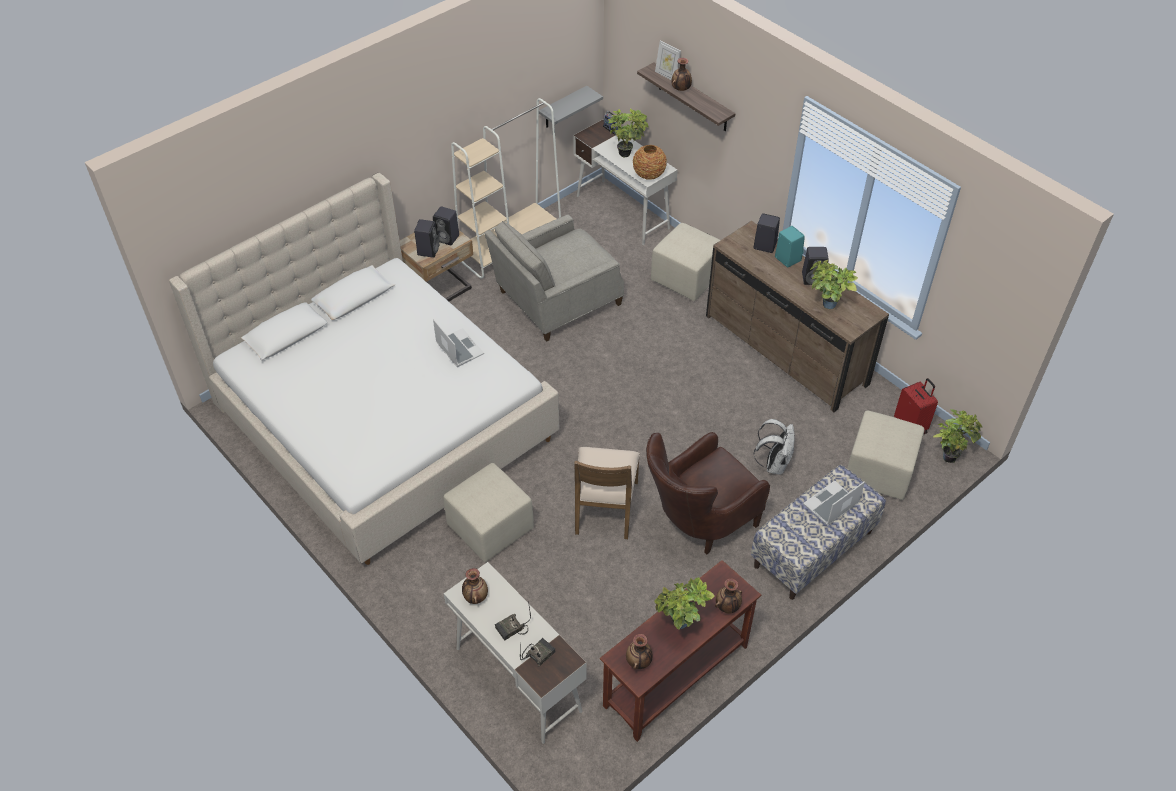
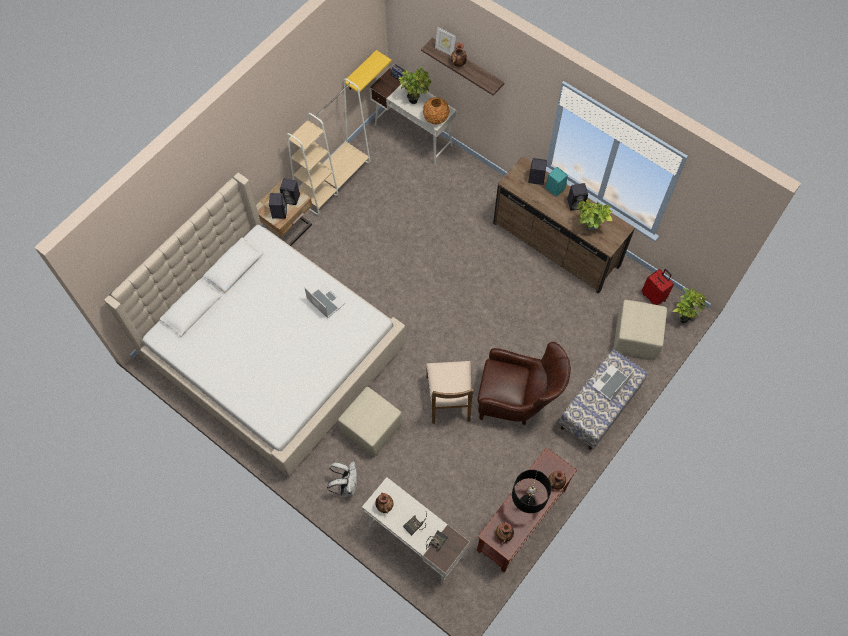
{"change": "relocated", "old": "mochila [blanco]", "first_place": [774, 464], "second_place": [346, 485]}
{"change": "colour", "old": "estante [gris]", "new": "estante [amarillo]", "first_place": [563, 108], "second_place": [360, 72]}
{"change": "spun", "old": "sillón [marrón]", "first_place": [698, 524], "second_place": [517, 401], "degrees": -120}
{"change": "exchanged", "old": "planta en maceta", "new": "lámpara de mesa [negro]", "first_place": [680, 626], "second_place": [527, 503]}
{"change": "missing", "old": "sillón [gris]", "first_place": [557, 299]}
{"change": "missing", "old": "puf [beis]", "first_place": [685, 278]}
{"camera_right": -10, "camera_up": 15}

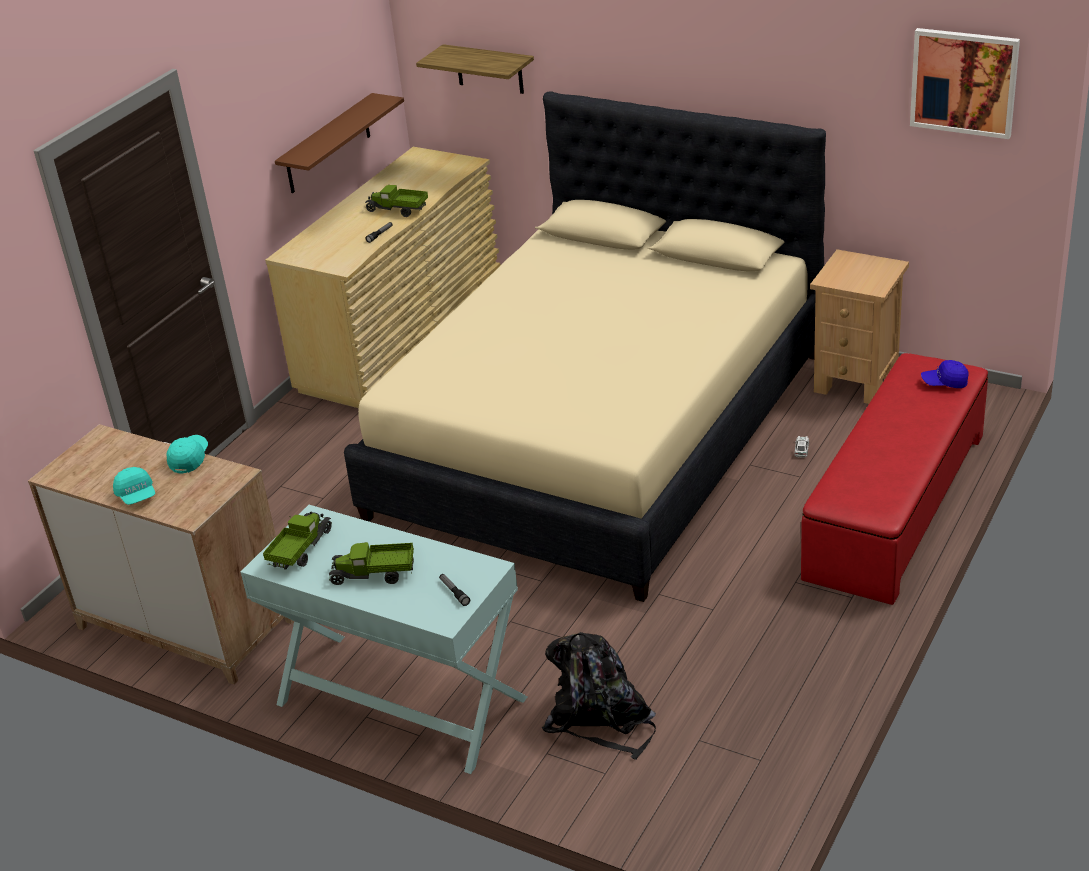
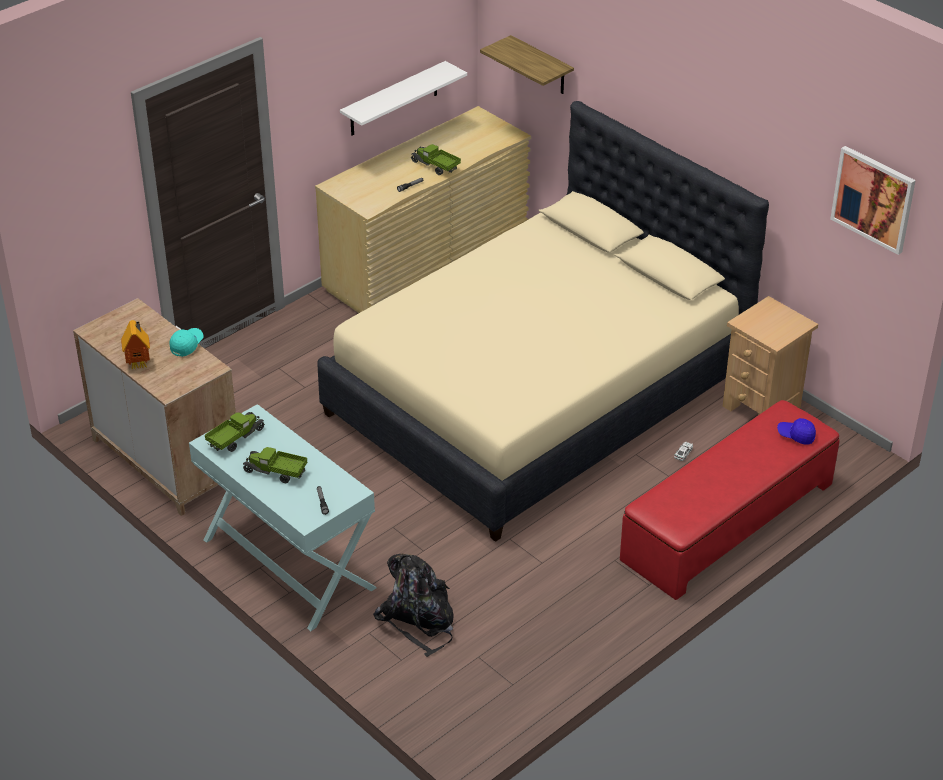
{"change": "exchanged", "old": "gorra [turquesa]", "new": "casita", "first_place": [137, 495], "second_place": [140, 364]}
{"change": "colour", "old": "estante [marrón]", "new": "estante [blanco]", "first_place": [328, 144], "second_place": [394, 99]}
{"camera_right": 15, "camera_up": 5}

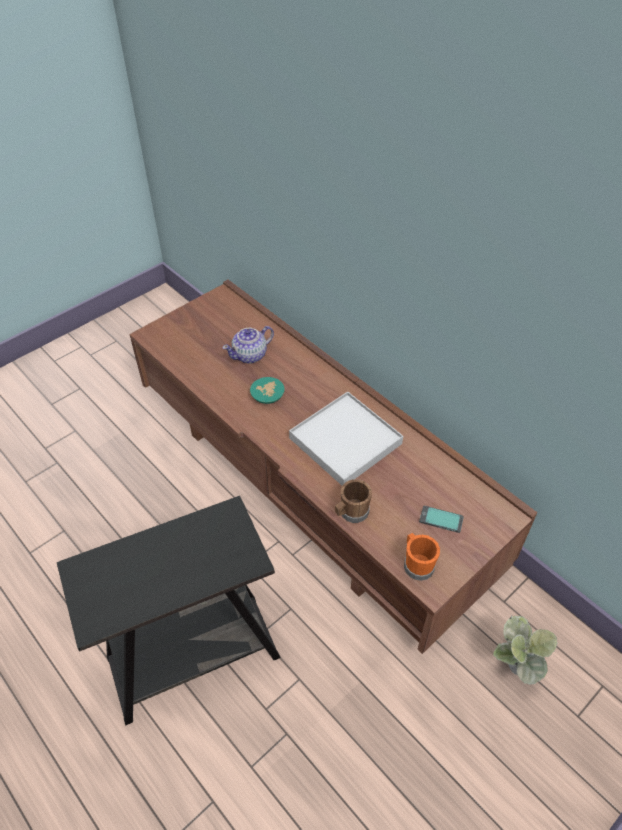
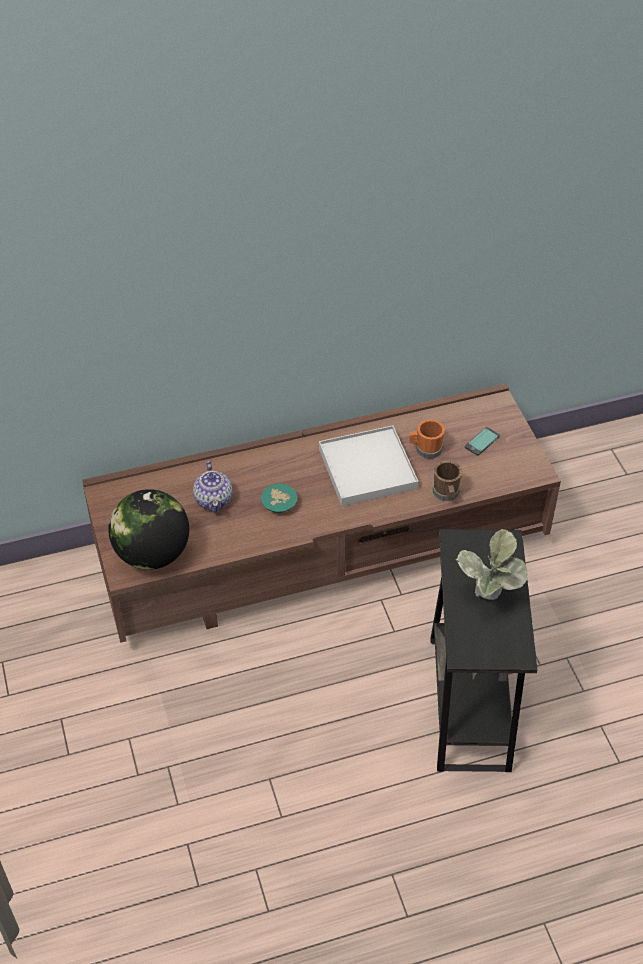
{"change": "appeared", "new": "globo terráqueo", "second_place": [152, 554]}
{"change": "relocated", "old": "taza grande [naranja]", "first_place": [417, 563], "second_place": [425, 449]}
{"change": "relocated", "old": "planta en maceta", "first_place": [513, 669], "second_place": [487, 599]}
{"camera_right": -65, "camera_up": 0}

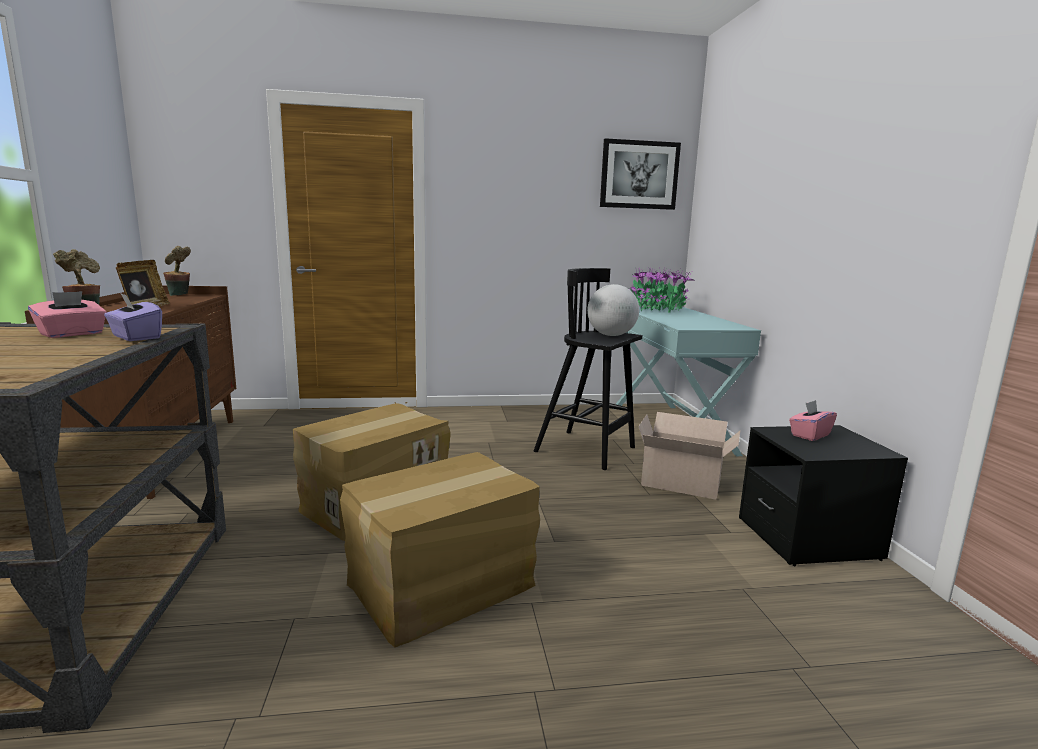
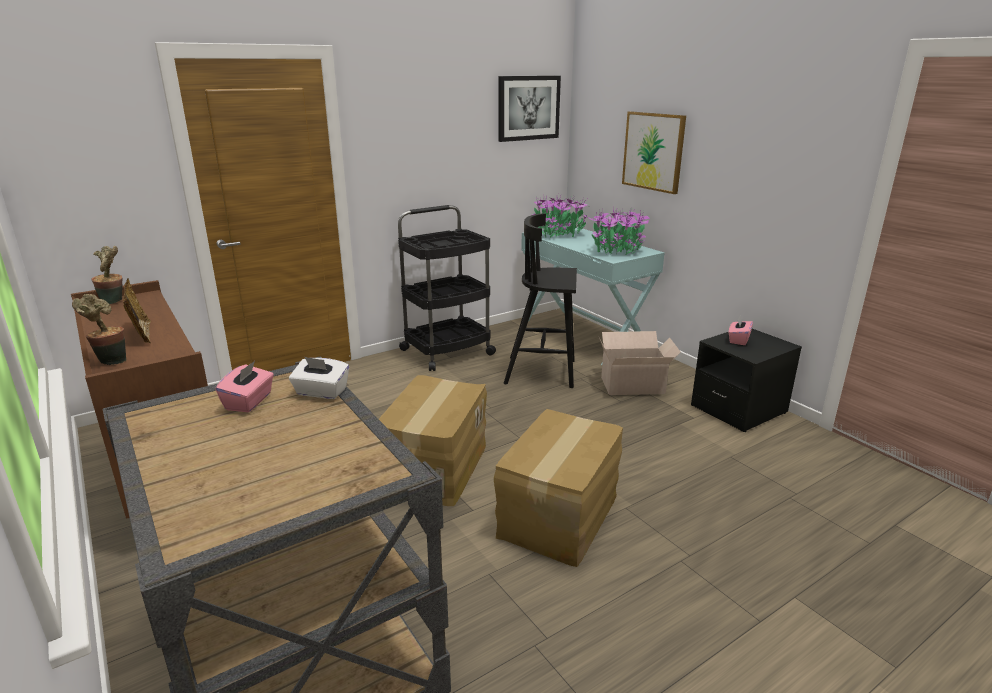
{"change": "colour", "old": "caja de pañuelos [morado]", "new": "caja de pañuelos [blanco]", "first_place": [135, 337], "second_place": [321, 392]}
{"change": "appeared", "new": "carrito [negro]", "second_place": [447, 352]}
{"change": "appeared", "new": "planta en maceta", "second_place": [617, 250]}
{"change": "appeared", "new": "cuadro", "second_place": [653, 151]}
{"change": "missing", "old": "globo terráqueo", "first_place": [611, 335]}
{"camera_right": -25, "camera_up": 10}

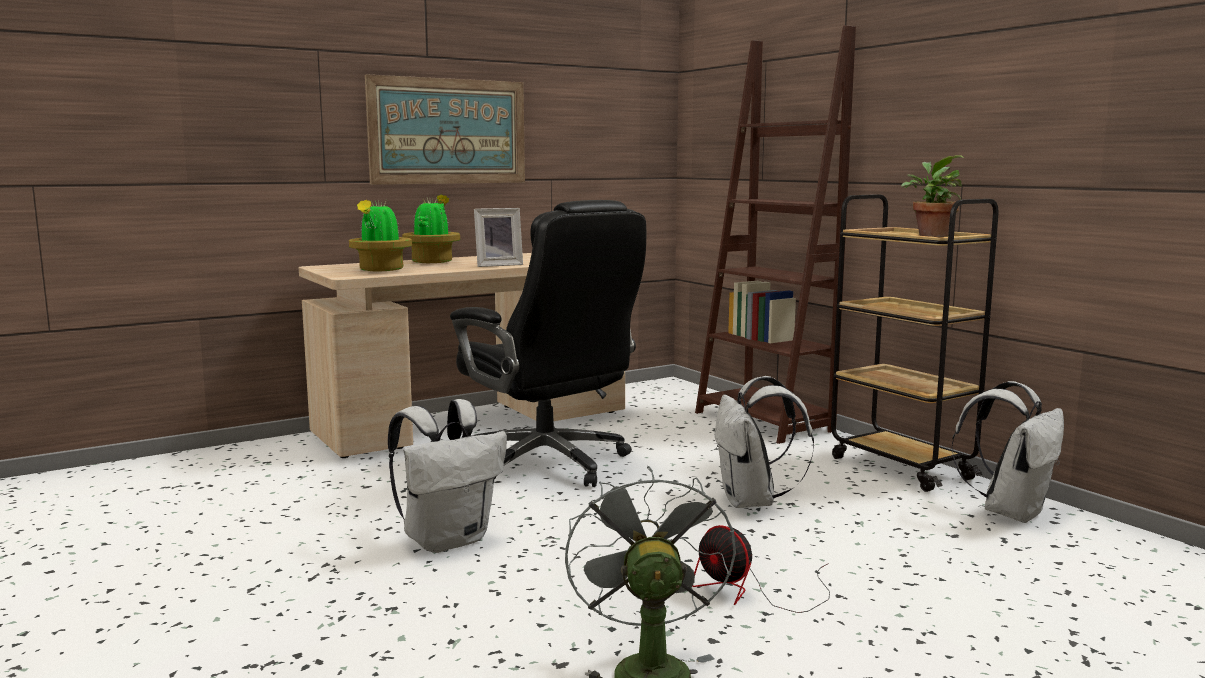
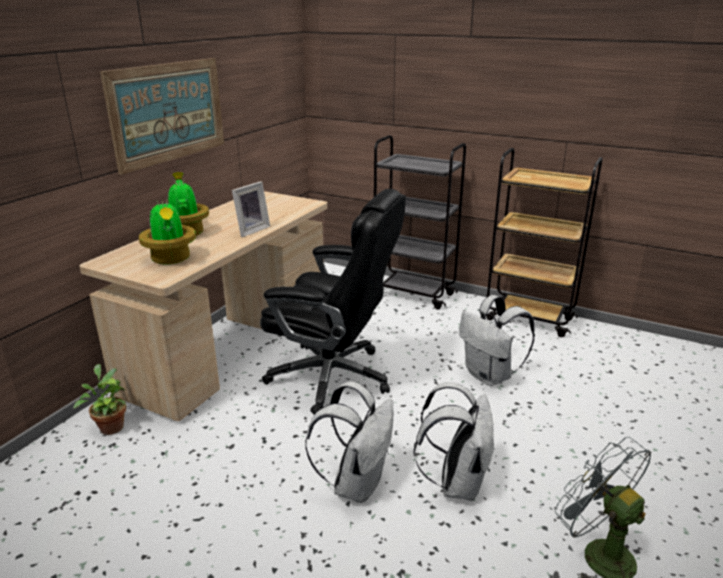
{"change": "relocated", "old": "planta en maceta", "first_place": [930, 235], "second_place": [110, 426]}
{"change": "exchanged", "old": "estantería [marrón]", "new": "carrito [gris]", "first_place": [763, 421], "second_place": [415, 294]}
{"change": "relocated", "old": "mochila [blanco]", "first_place": [1010, 512], "second_place": [456, 483]}
{"change": "missing", "old": "ventilador", "first_place": [754, 592]}
{"camera_right": -30, "camera_up": 15}

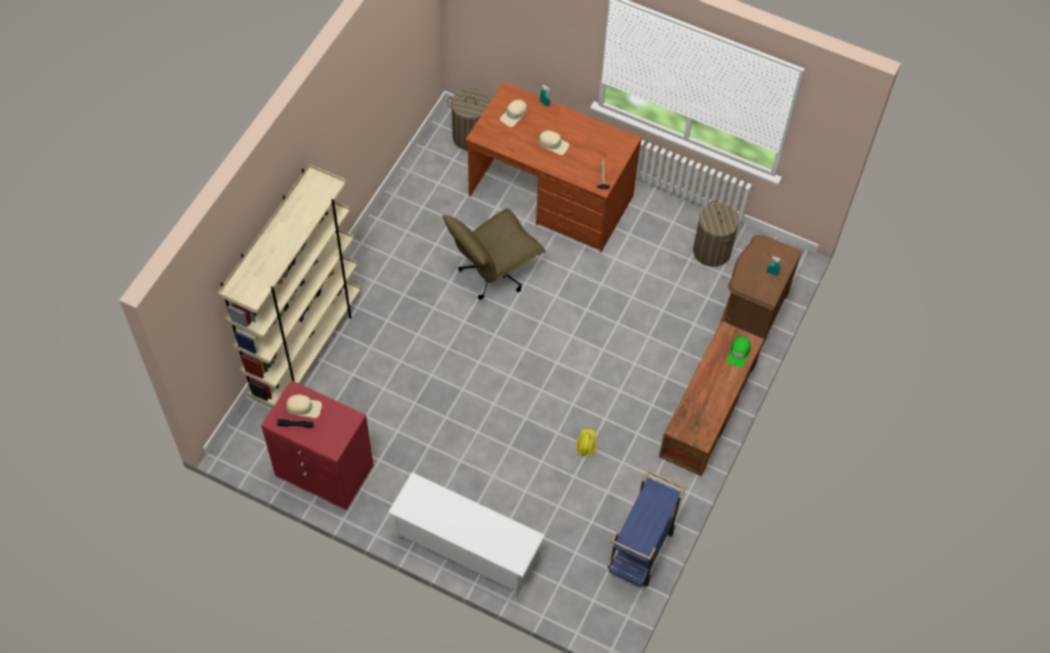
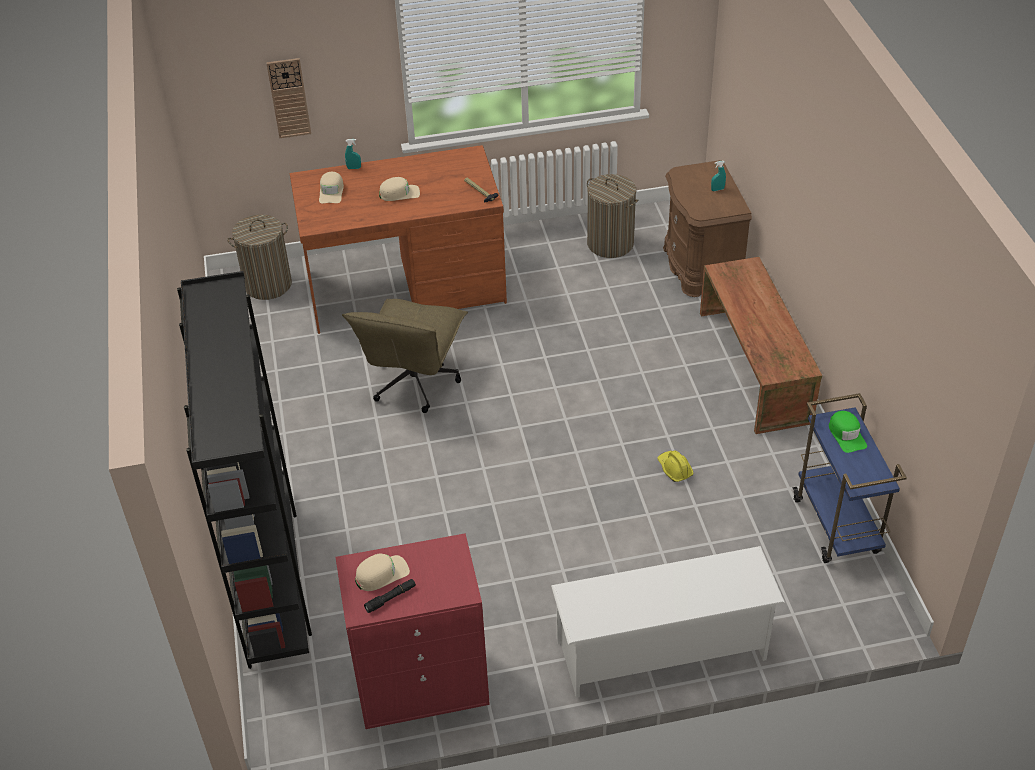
{"change": "colour", "old": "estantería [beis]", "new": "estantería [negro]", "first_place": [306, 348], "second_place": [271, 578]}
{"change": "appeared", "new": "reloj de pared", "second_place": [289, 98]}
{"change": "relocated", "old": "gorra [verde]", "first_place": [739, 353], "second_place": [846, 435]}
{"camera_right": -35, "camera_up": -15}

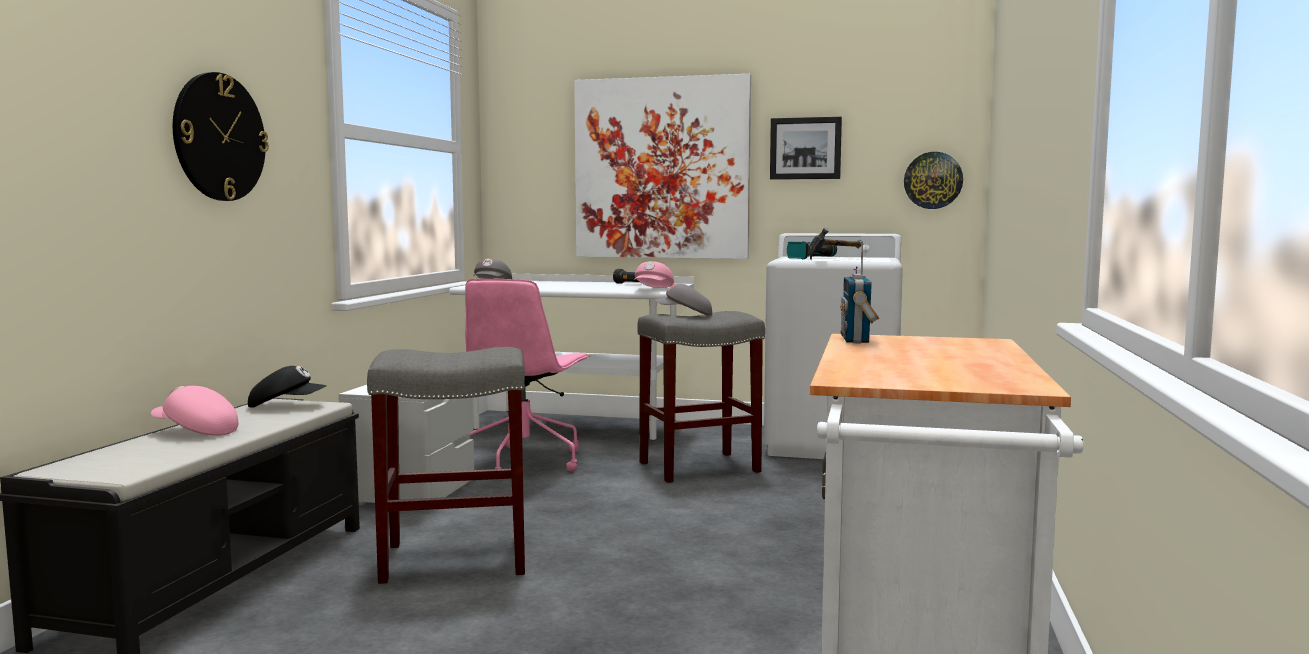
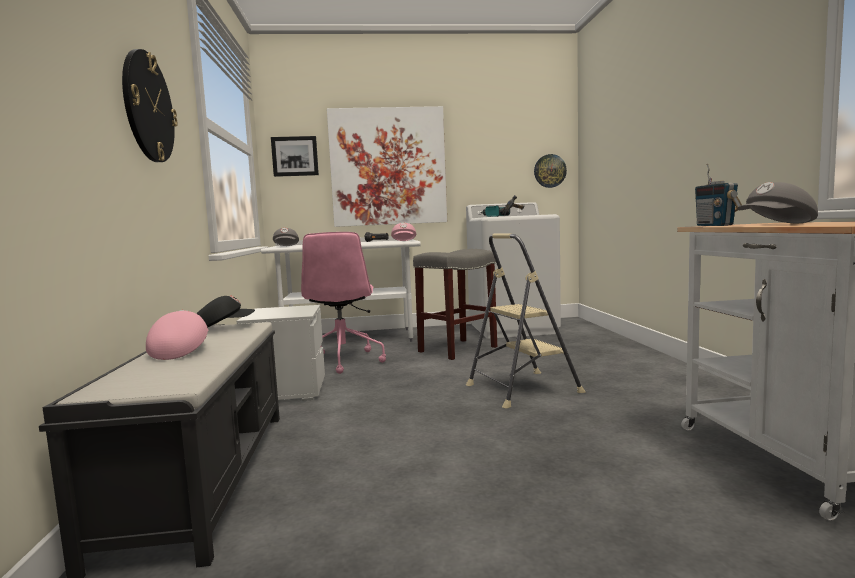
{"change": "spun", "old": "gorra [rosa]", "first_place": [195, 432], "second_place": [180, 351], "degrees": 90}
{"change": "relocated", "old": "cuadro", "first_place": [805, 148], "second_place": [295, 156]}
{"change": "appeared", "new": "escalera de tijera [beis]", "second_place": [520, 388]}
{"change": "relocated", "old": "gorra [gris]", "first_place": [684, 315], "second_place": [776, 224]}
{"change": "missing", "old": "taburete [gris]", "first_place": [453, 559]}
{"camera_right": -20, "camera_up": 0}

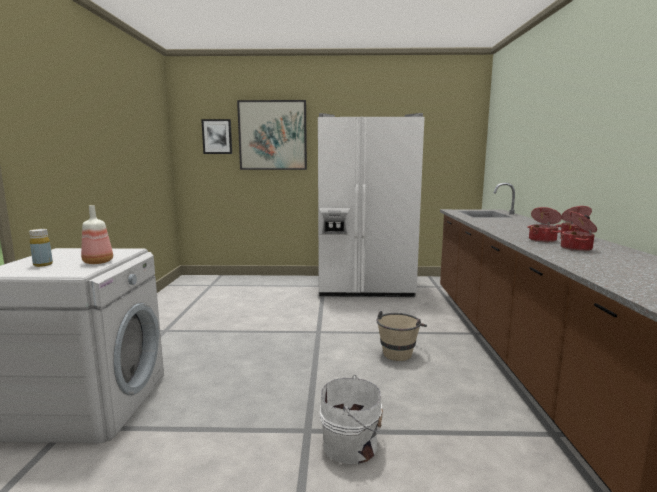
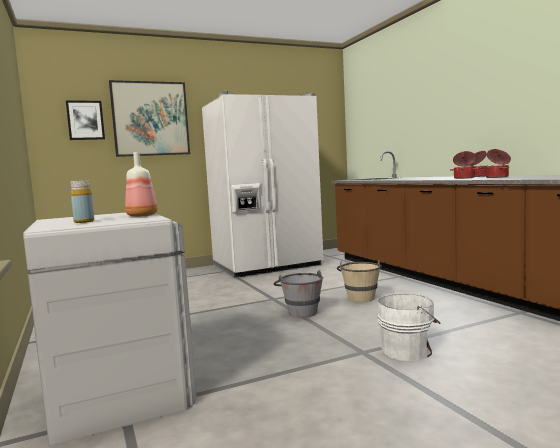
{"change": "appeared", "new": "cubo [gris]", "second_place": [300, 311]}
{"camera_right": -25, "camera_up": -5}

